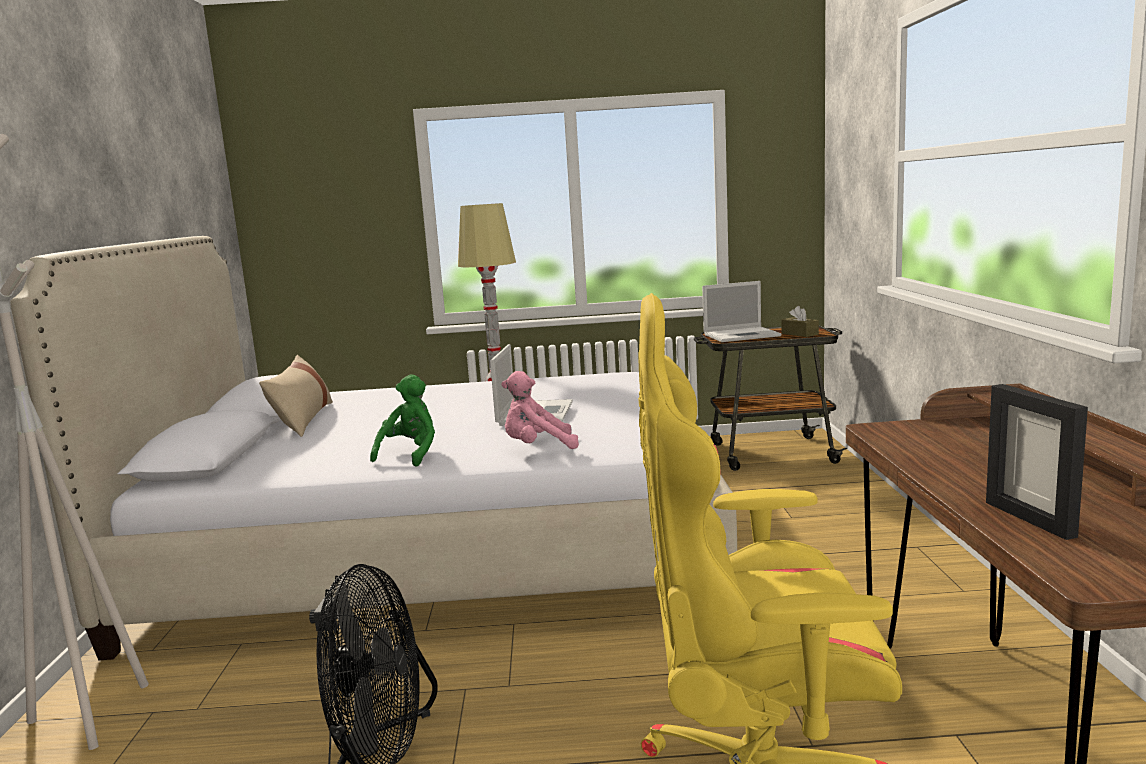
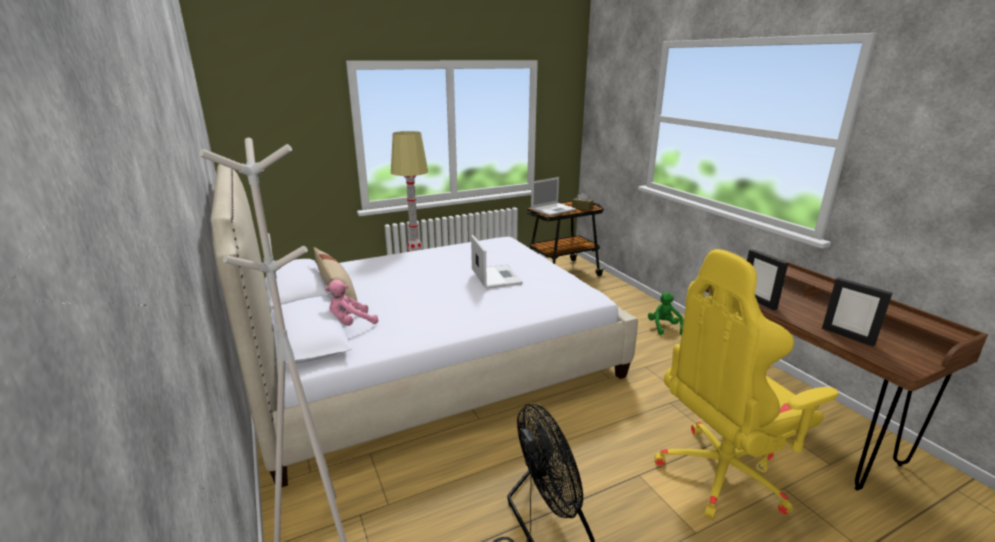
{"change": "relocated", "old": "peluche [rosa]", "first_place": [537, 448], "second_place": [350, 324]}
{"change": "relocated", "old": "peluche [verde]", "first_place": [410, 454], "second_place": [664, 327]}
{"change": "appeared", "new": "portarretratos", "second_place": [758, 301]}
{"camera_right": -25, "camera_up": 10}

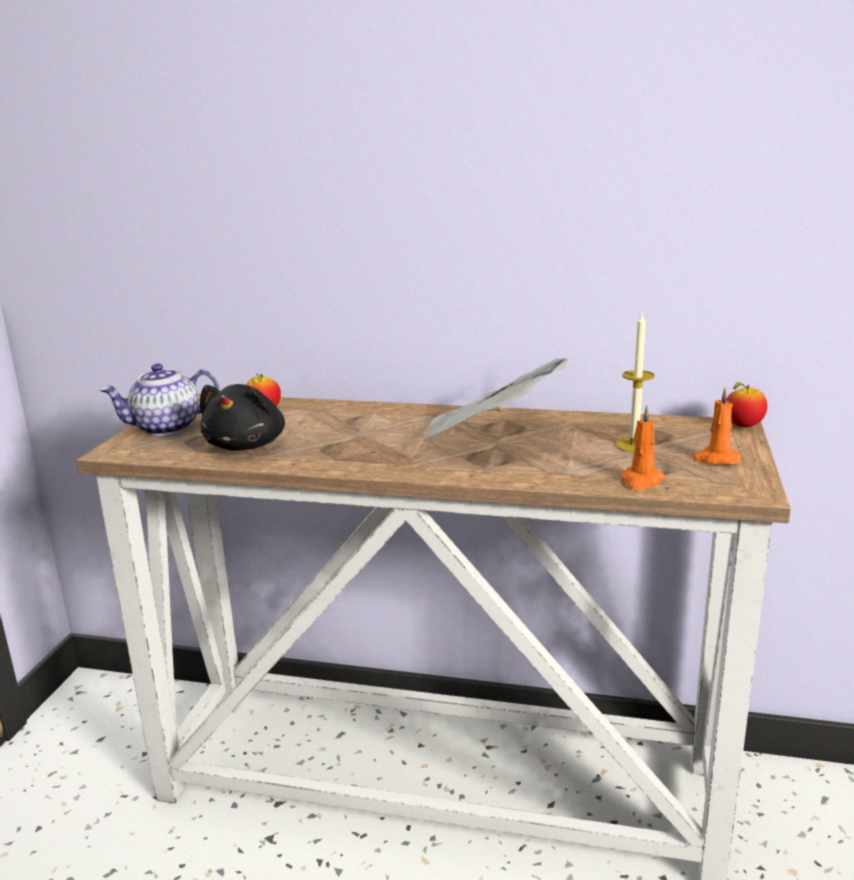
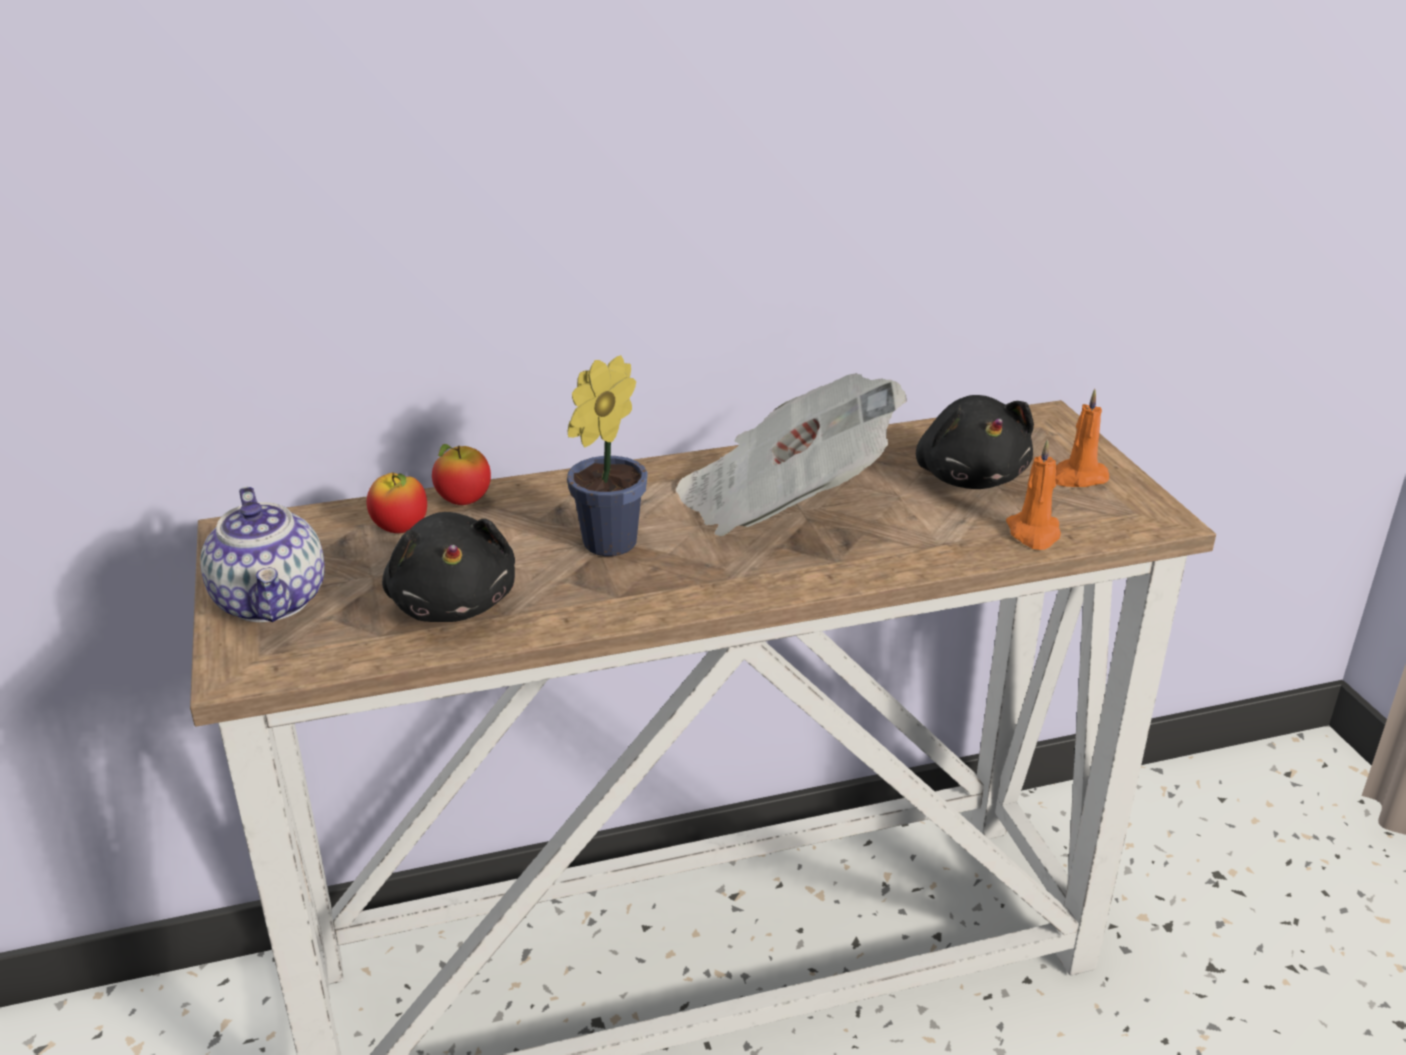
{"change": "spun", "old": "tetera", "first_place": [166, 428], "second_place": [273, 601], "degrees": -60}
{"change": "relocated", "old": "manzana", "first_place": [743, 426], "second_place": [464, 501]}
{"change": "appeared", "new": "planta en maceta", "second_place": [604, 546]}
{"change": "exchanged", "old": "vela", "new": "peluche [negro]", "first_place": [634, 445], "second_place": [969, 476]}
{"camera_right": -30, "camera_up": 10}

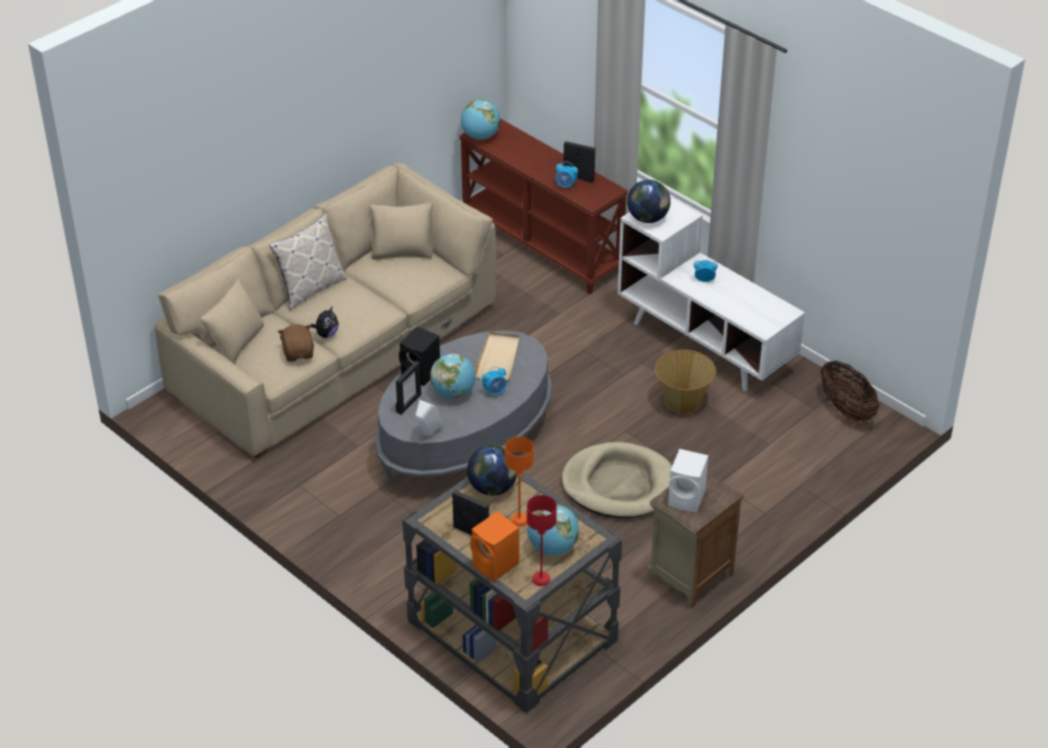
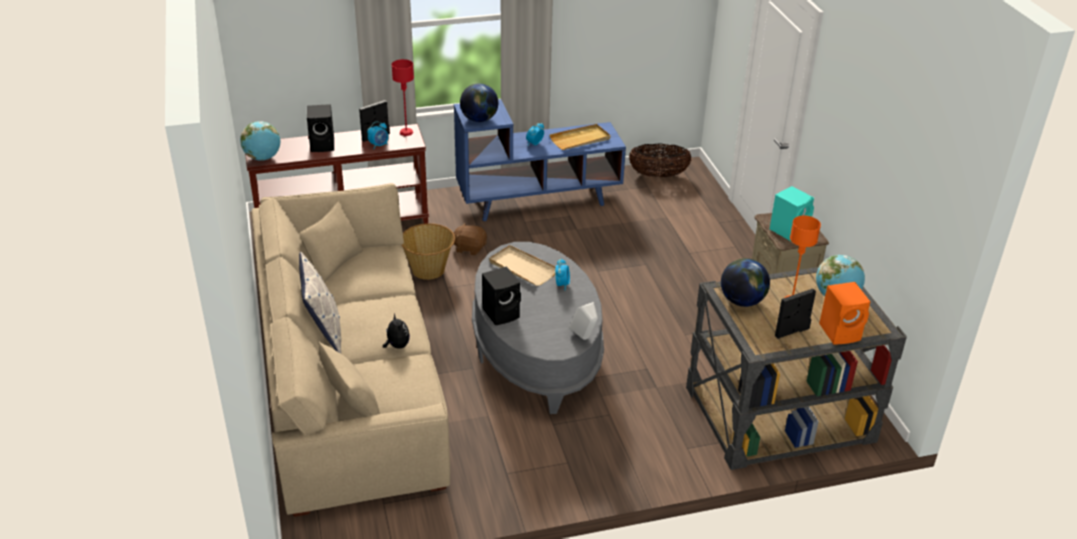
{"change": "appeared", "new": "altavoz [negro]", "second_place": [323, 145]}
{"change": "relocated", "old": "lámpara de mesa [rojo]", "first_place": [541, 579], "second_place": [406, 132]}
{"change": "relocated", "old": "cesta", "first_place": [683, 401], "second_place": [429, 270]}
{"change": "relocated", "old": "peluche [marrón]", "first_place": [298, 353], "second_place": [469, 248]}
{"change": "colour", "old": "mueble de televisión [blanco]", "new": "mueble de televisión [azul]", "first_place": [707, 344], "second_place": [539, 200]}
{"change": "appeared", "new": "bandeja [beis]", "second_place": [580, 139]}
{"change": "colour", "old": "altavoz [blanco]", "new": "altavoz [turquesa]", "first_place": [688, 498], "second_place": [789, 231]}
{"change": "missing", "old": "portarretratos", "first_place": [408, 403]}
{"change": "missing", "old": "globo terráqueo", "first_place": [453, 393]}
{"change": "missing", "old": "cama para perro [beis]", "first_place": [618, 485]}
{"camera_right": -60, "camera_up": -5}

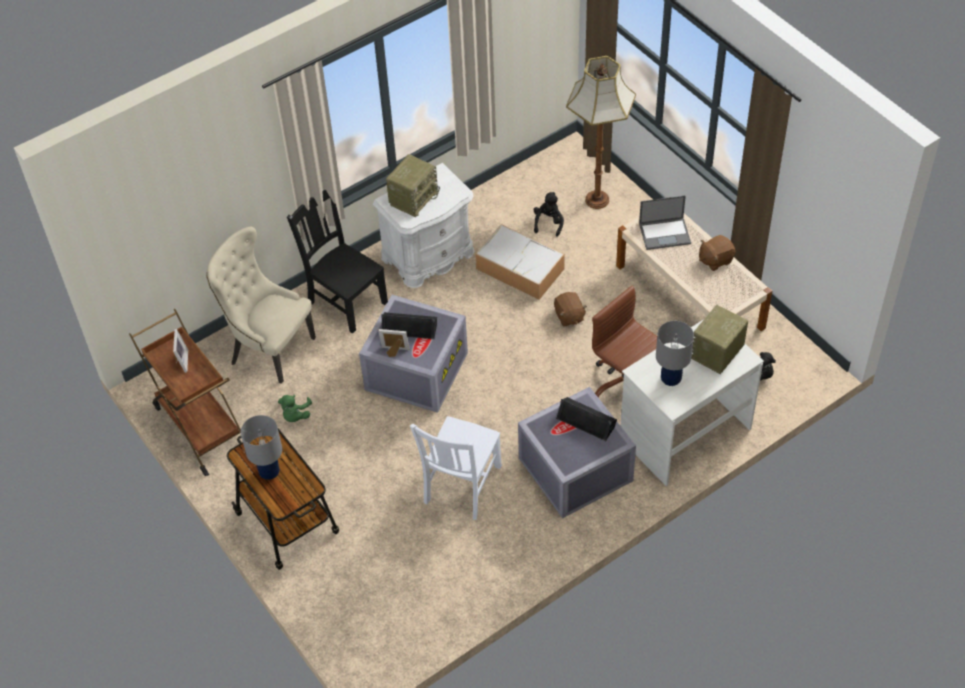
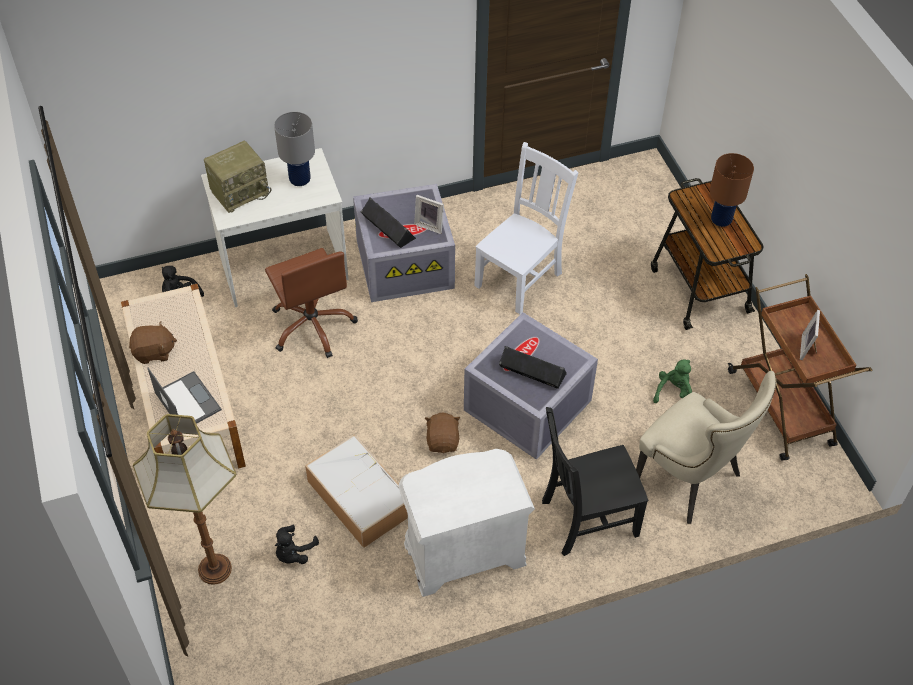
{"change": "spun", "old": "portátil", "first_place": [665, 233], "second_place": [187, 401], "degrees": 45}
{"change": "relocated", "old": "portarretratos", "first_place": [394, 352], "second_place": [430, 225]}
{"change": "relocated", "old": "peluche [marrón]", "first_place": [569, 316], "second_place": [443, 441]}
{"change": "spun", "old": "silla [negro]", "first_place": [345, 300], "second_place": [586, 518], "degrees": 105}
{"change": "colour", "old": "lámpara de mesa [gris]", "new": "lámpara de mesa [marrón]", "first_place": [269, 472], "second_place": [721, 221]}
{"change": "missing", "old": "radio", "first_place": [413, 198]}
{"camera_right": -165, "camera_up": 0}

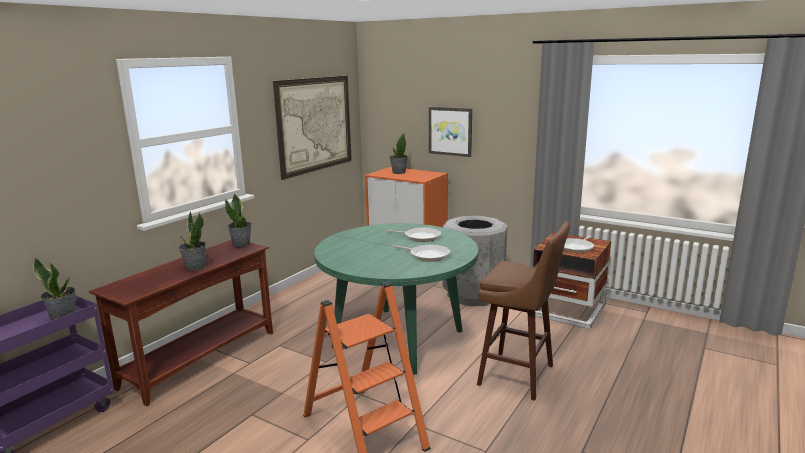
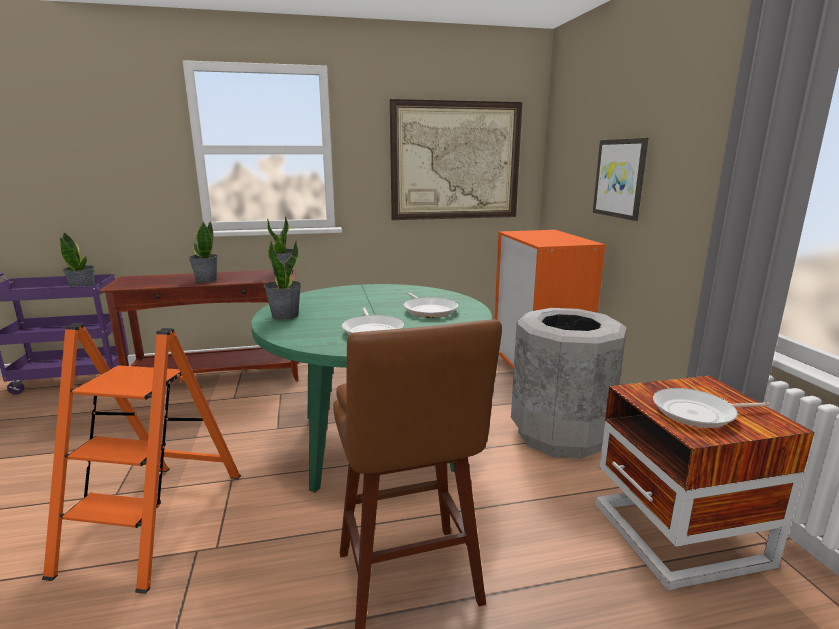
{"change": "relocated", "old": "planta en maceta", "first_place": [398, 172], "second_place": [285, 316]}
{"camera_right": 45, "camera_up": 0}

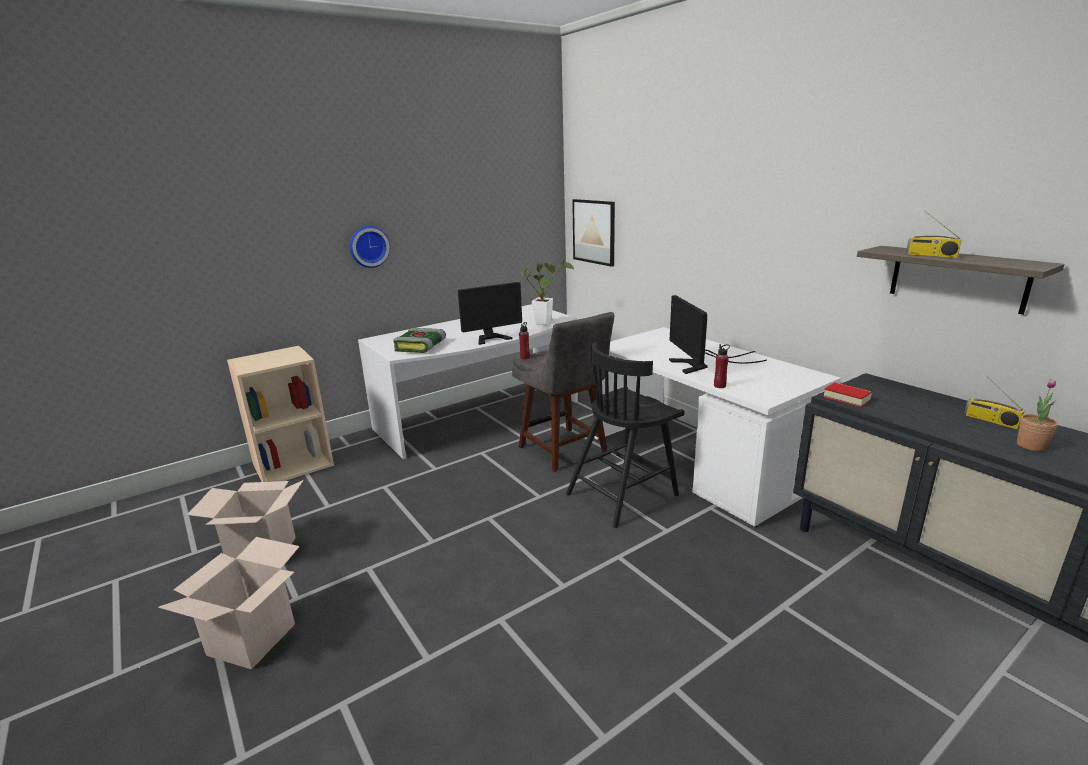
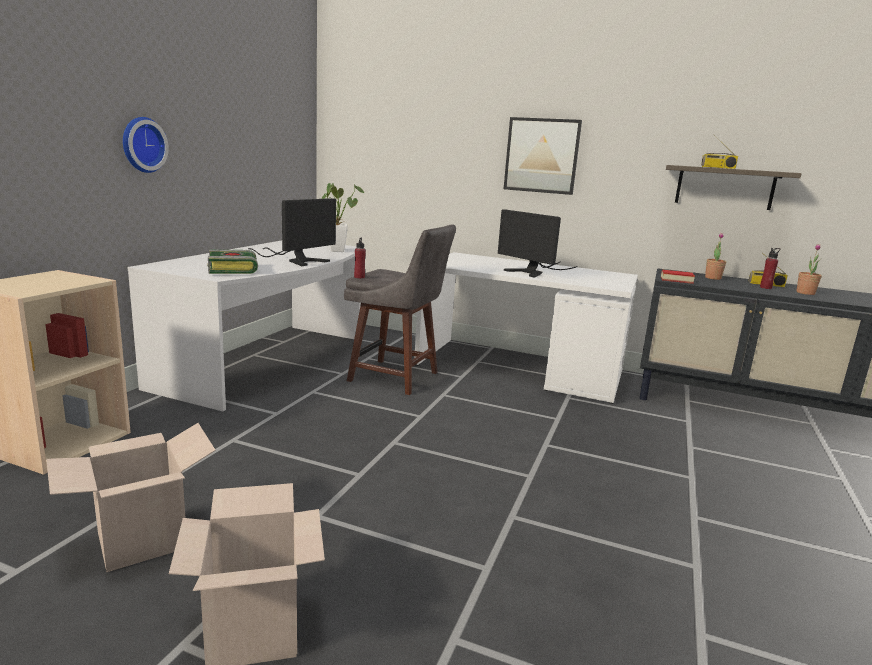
{"change": "relocated", "old": "cuadro", "first_place": [594, 232], "second_place": [541, 155]}
{"change": "appeared", "new": "planta en maceta", "second_place": [713, 278]}
{"change": "relocated", "old": "botella [rojo]", "first_place": [719, 386], "second_place": [765, 288]}
{"change": "missing", "old": "silla [negro]", "first_place": [624, 493]}
{"camera_right": -35, "camera_up": -5}

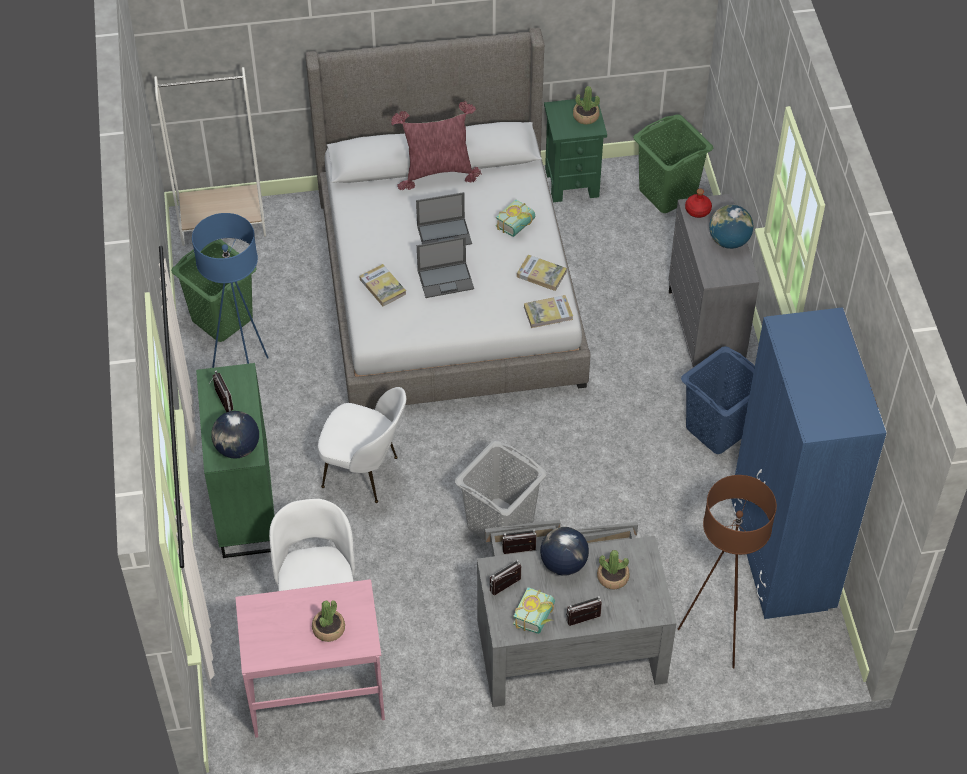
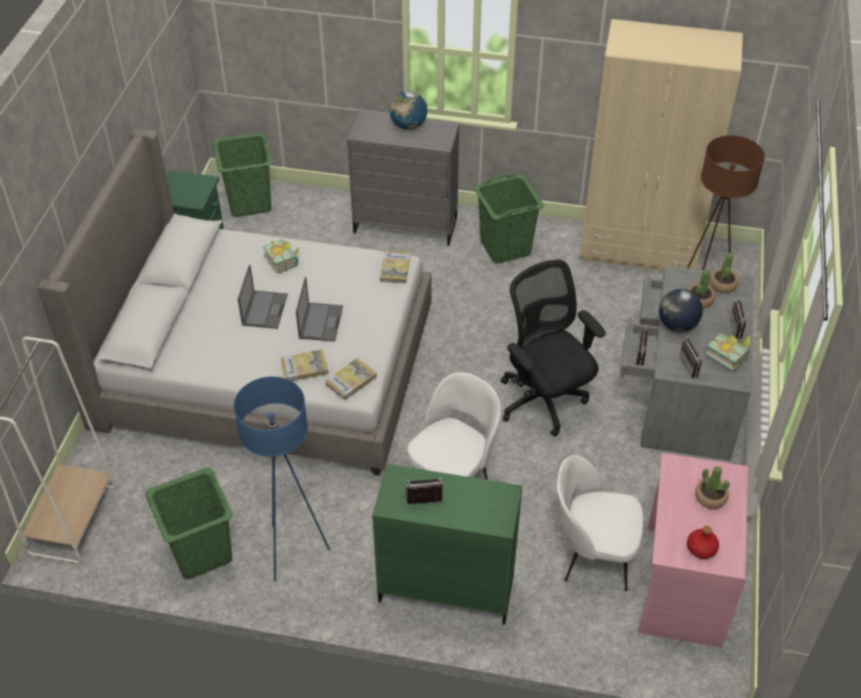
{"change": "relocated", "old": "libro", "first_place": [541, 274], "second_place": [351, 380]}
{"change": "colour", "old": "cesto de la ropa [azul]", "new": "cesto de la ropa [verde]", "first_place": [718, 429], "second_place": [505, 247]}
{"change": "exchanged", "old": "cesto de la ropa [gris]", "new": "silla de oficina [negro]", "first_place": [501, 524], "second_place": [545, 403]}
{"change": "colour", "old": "armario ropero [azul]", "new": "armario ropero [beis]", "first_place": [781, 557], "second_place": [639, 250]}
{"change": "relocated", "old": "botella [rojo]", "first_place": [697, 211], "second_place": [701, 548]}
{"change": "relocated", "old": "planta en maceta", "first_place": [585, 116], "second_place": [723, 285]}
{"change": "missing", "old": "globo terráqueo", "first_place": [237, 448]}
{"change": "missing", "old": "cojín [rojo]", "first_place": [437, 176]}
{"camera_right": -70, "camera_up": -5}

